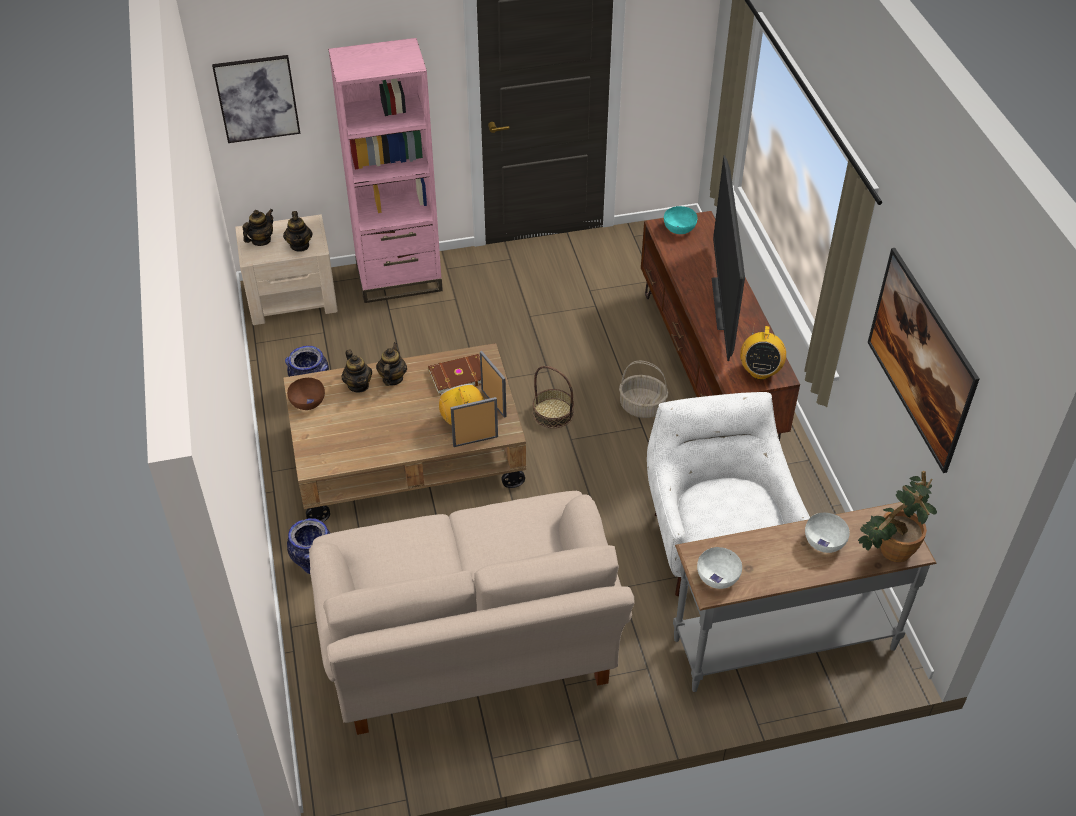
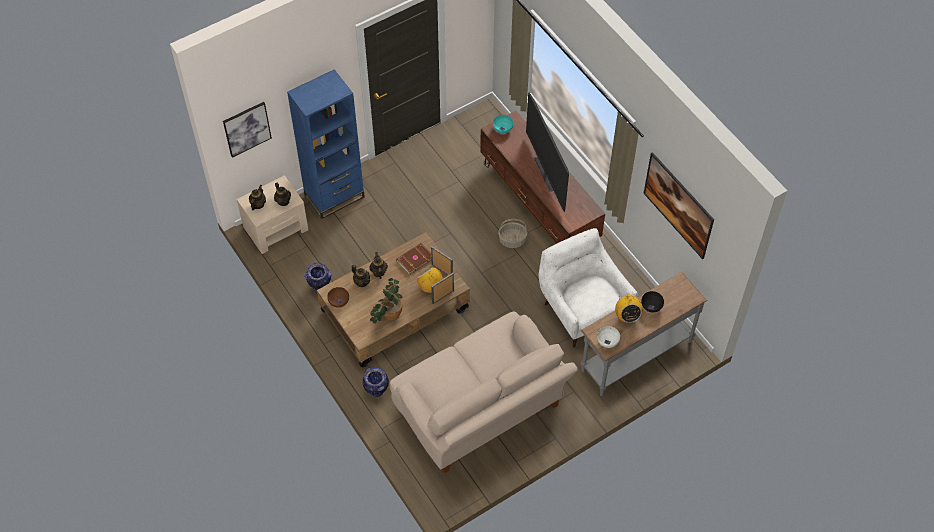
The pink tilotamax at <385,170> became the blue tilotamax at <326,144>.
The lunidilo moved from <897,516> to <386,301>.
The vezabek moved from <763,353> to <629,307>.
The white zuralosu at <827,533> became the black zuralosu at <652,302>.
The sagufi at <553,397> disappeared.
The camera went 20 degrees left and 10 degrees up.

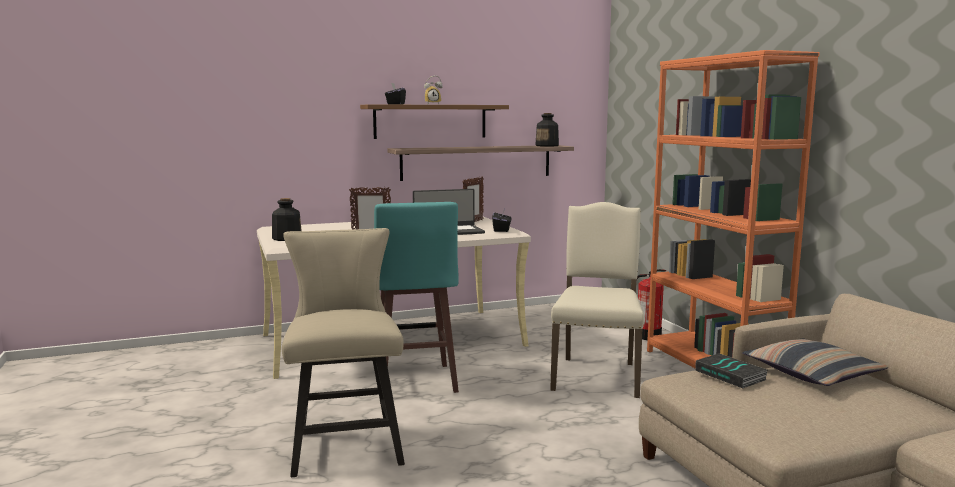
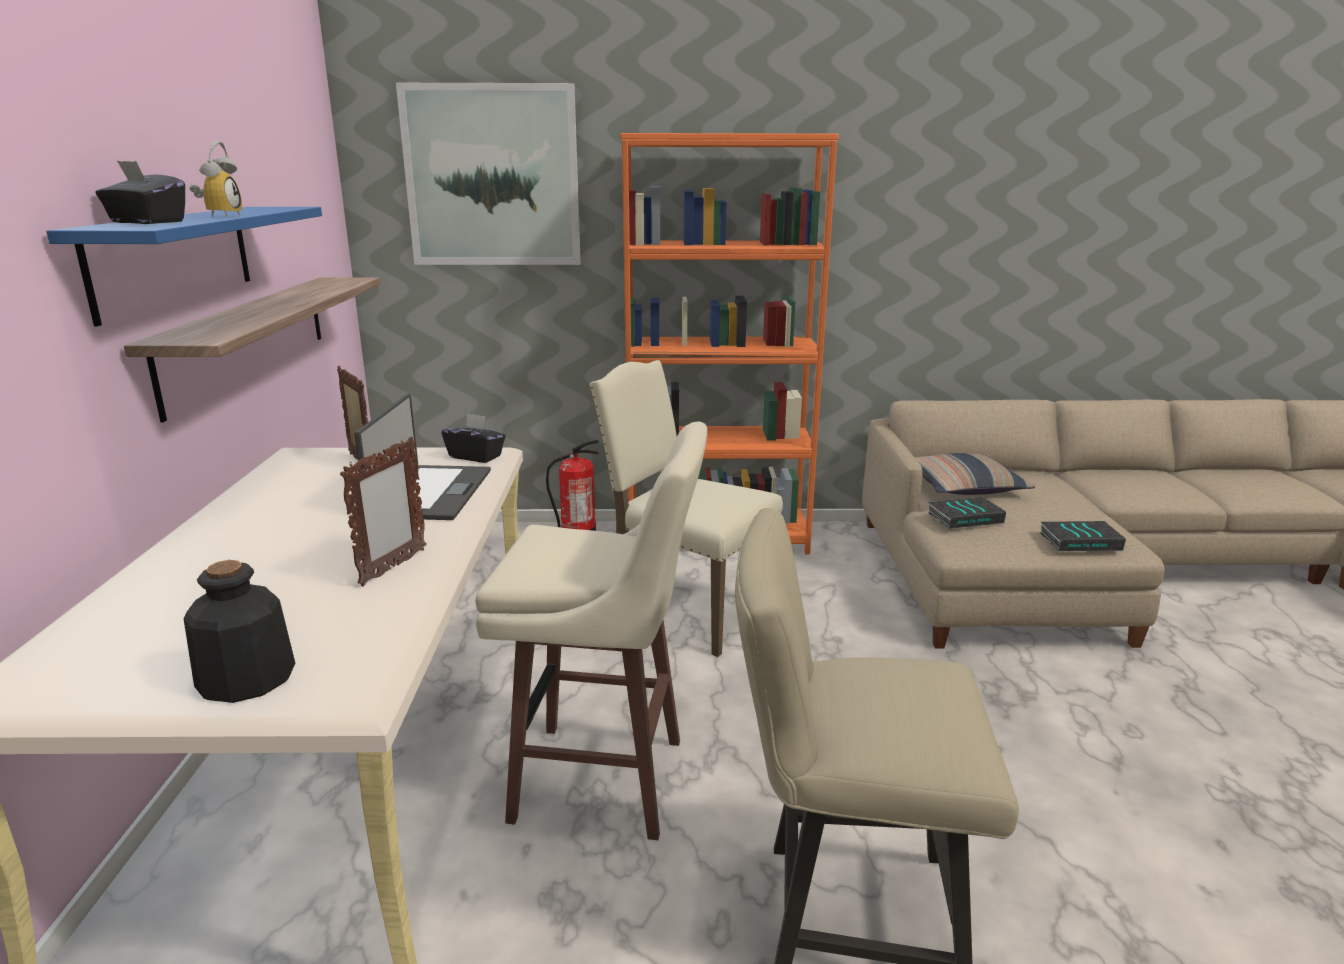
The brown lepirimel at <434,121> became the blue lepirimel at <184,267>.
The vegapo at <488,174> appeared.
The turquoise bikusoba at <416,297> became the beige bikusoba at <591,631>.
The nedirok at <1083,536> appeared.
The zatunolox at <547,130> disappeared.
The camera went 70 degrees left and 10 degrees up.

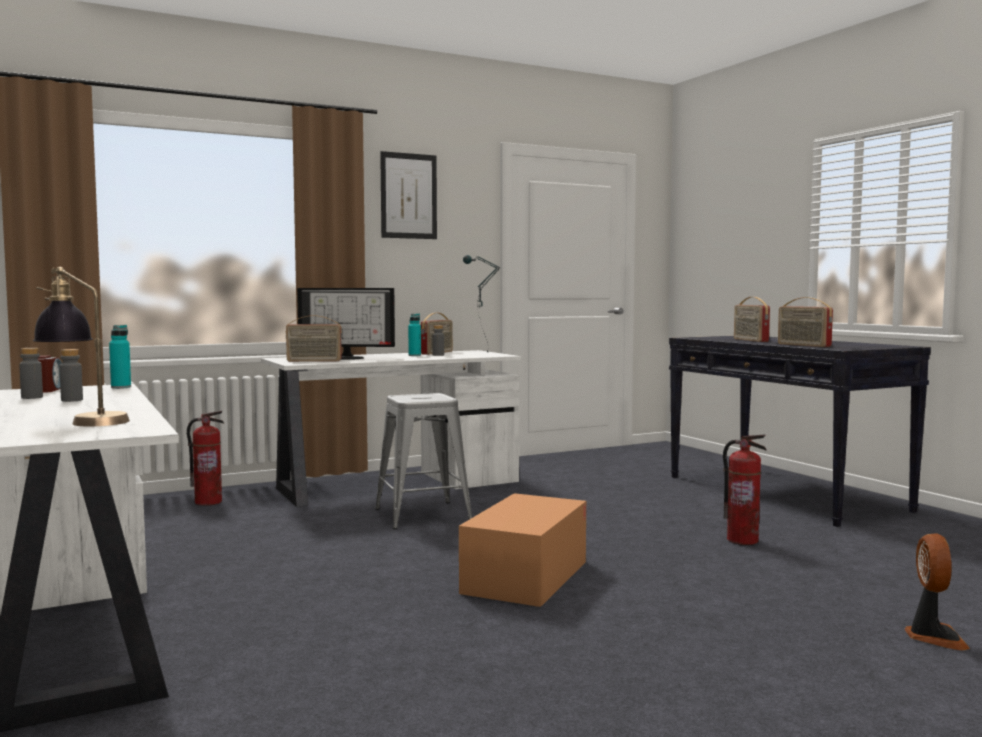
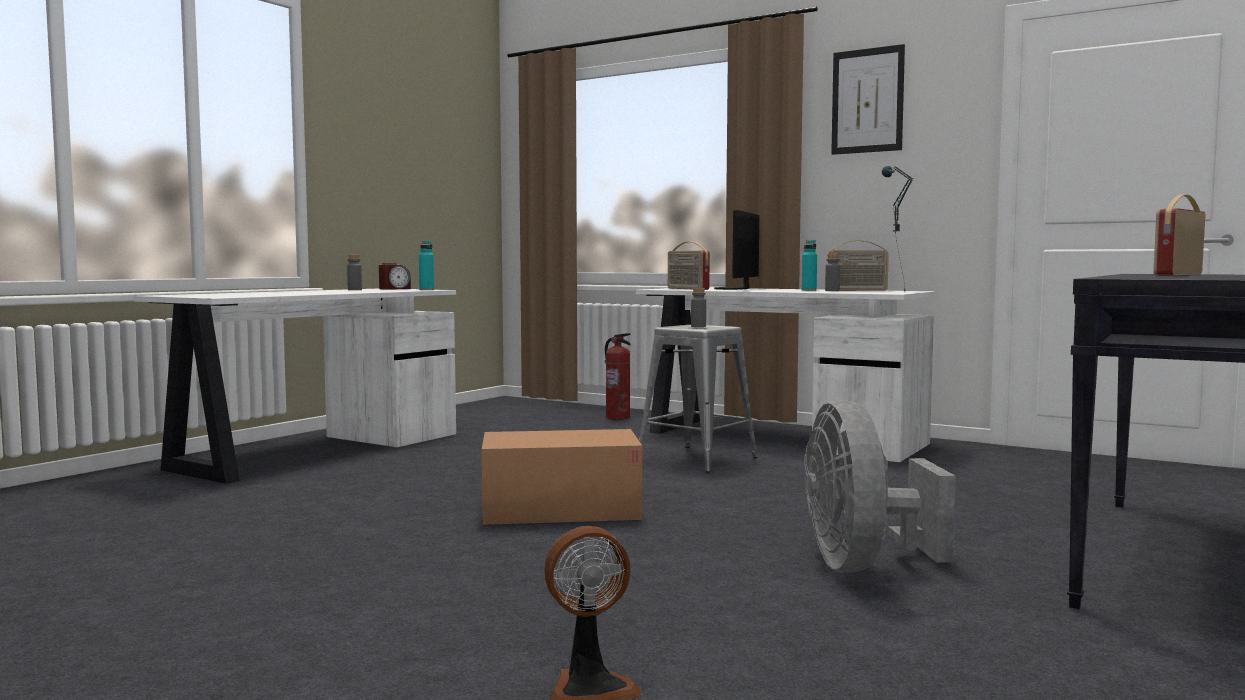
The grey zatunolox moved from <71,375> to <698,307>.
The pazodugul at <346,324> turned 45 degrees clockwise.
The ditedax at <745,489> was replaced by the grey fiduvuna at <880,486>.
The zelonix at <81,346> disappeared.
The vezabek at <805,322> disappeared.
The camera went 60 degrees right and 0 degrees up.

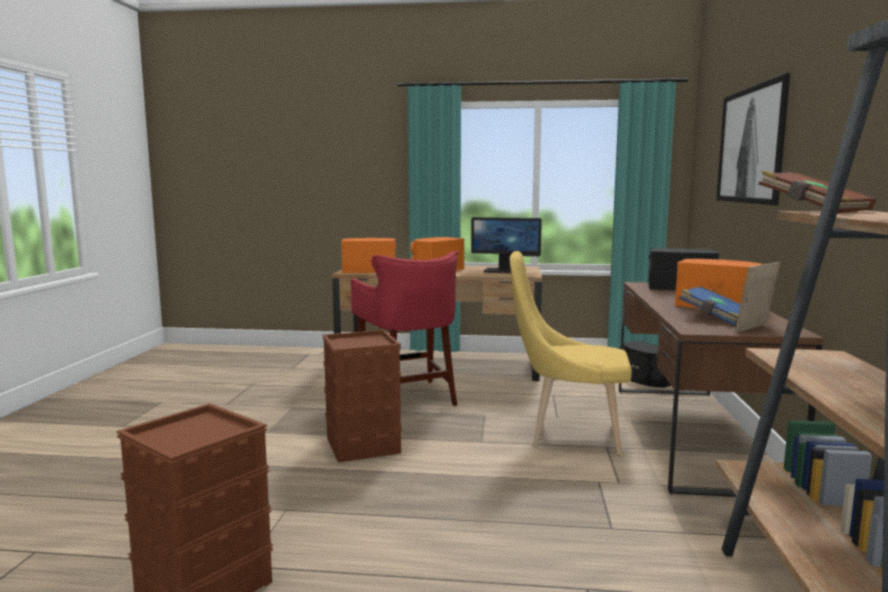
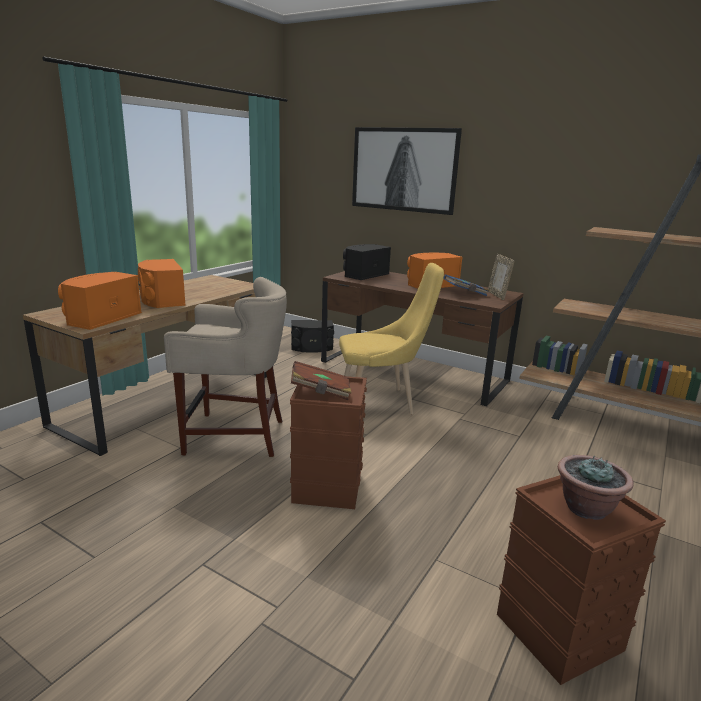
The red bikusoba at <404,328> became the beige bikusoba at <225,367>.
The brown nedirok moved from <817,192> to <321,380>.
The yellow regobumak at <571,353> turned 135 degrees counterclockwise.
The lunidilo at <596,487> appeared.
The pazodugul at <506,245> disappeared.
The camera went 65 degrees left and 10 degrees up.

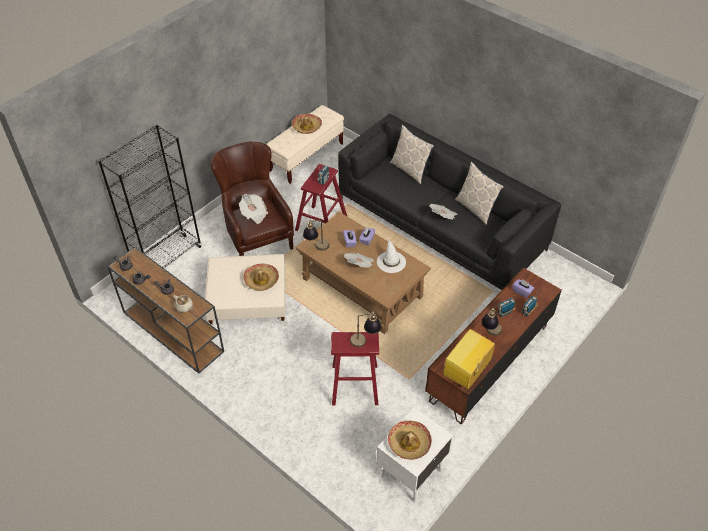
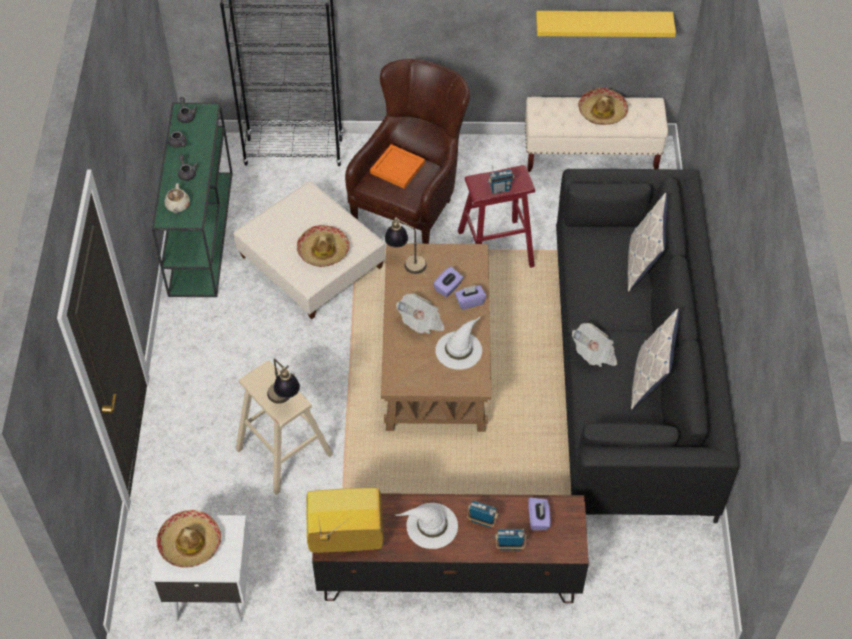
The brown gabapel at <165,310> became the green gabapel at <192,200>.
The red bikusoba at <355,369> became the beige bikusoba at <284,428>.
The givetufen at <253,209> was replaced by the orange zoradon at <397,166>.
The zelonix at <491,320> was replaced by the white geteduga at <426,526>.
The yellow lepirimel at <606,24> appeared.
The camera went 50 degrees right and 5 degrees up.

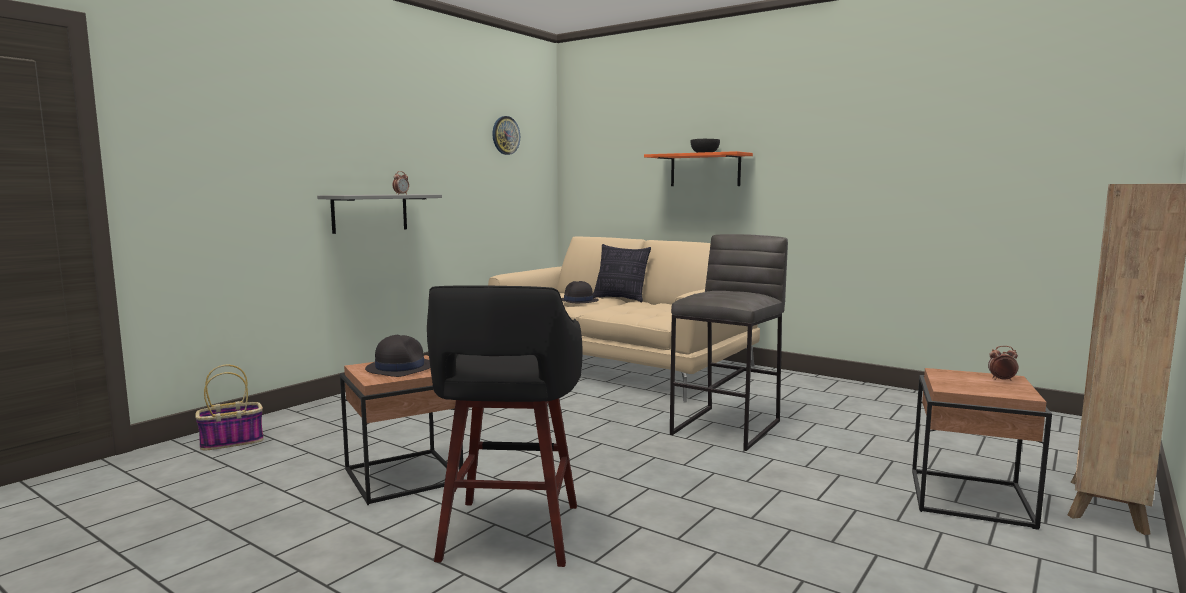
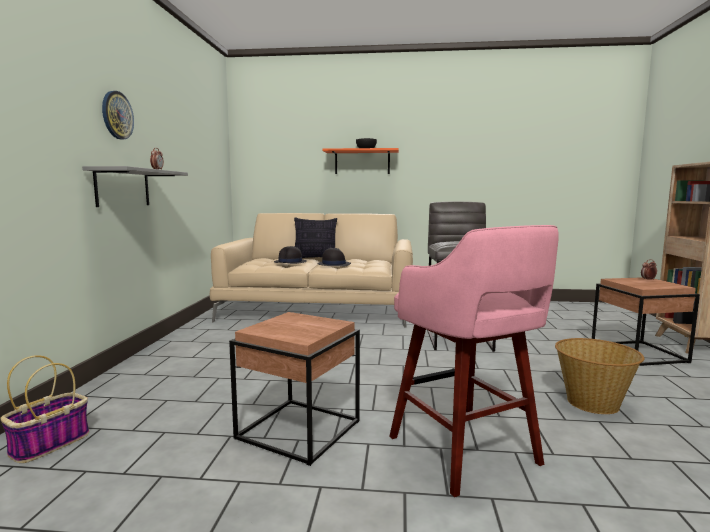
The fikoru moved from <506,135> to <118,115>.
The black geteduga moved from <397,356> to <334,257>.
The black bikusoba at <505,426> became the pink bikusoba at <474,361>.
The sagufi at <599,376> appeared.
The camera went 30 degrees left and 0 degrees up.

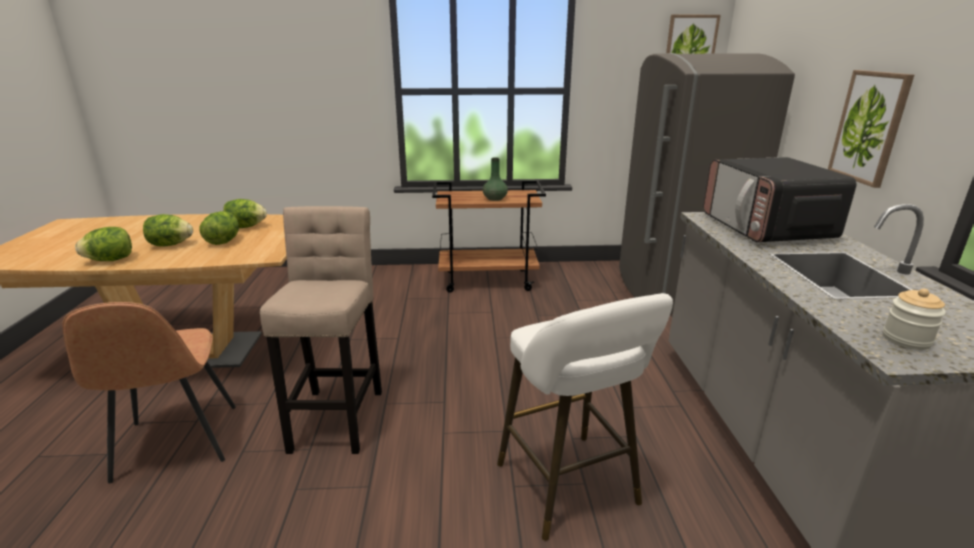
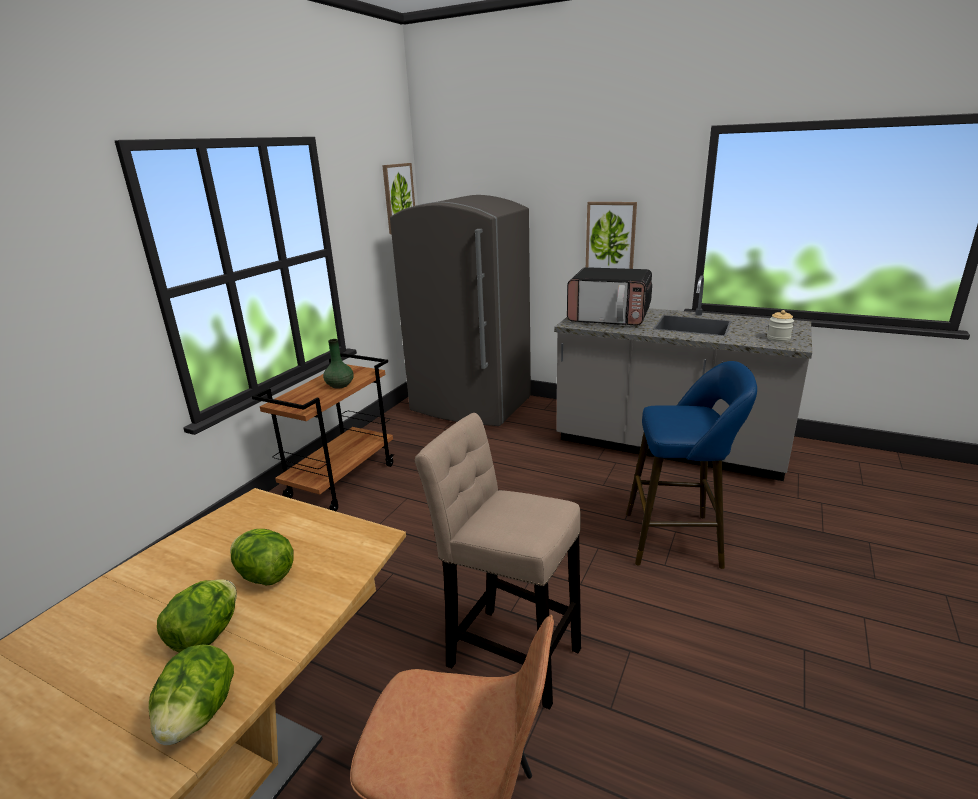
The white bikusoba at <585,417> became the blue bikusoba at <691,465>.
The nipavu at <245,213> disappeared.
The camera went 60 degrees left and 0 degrees up.

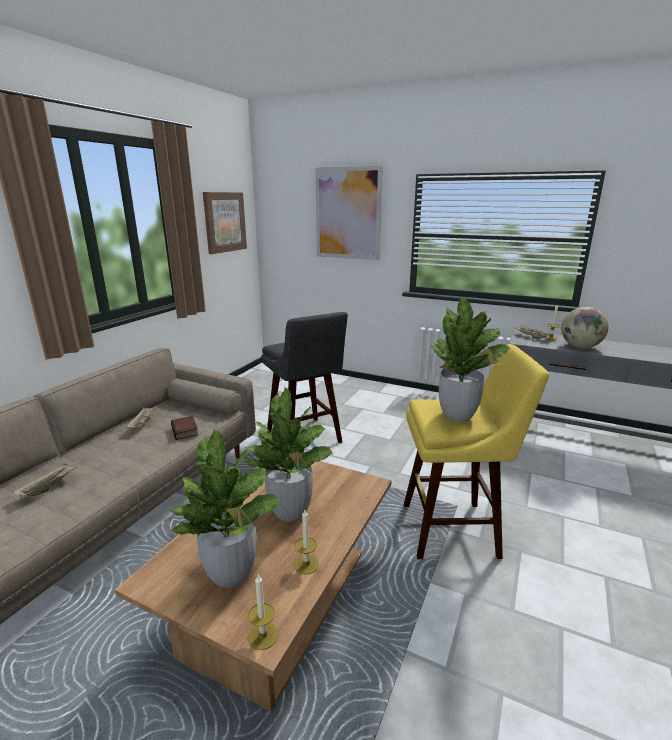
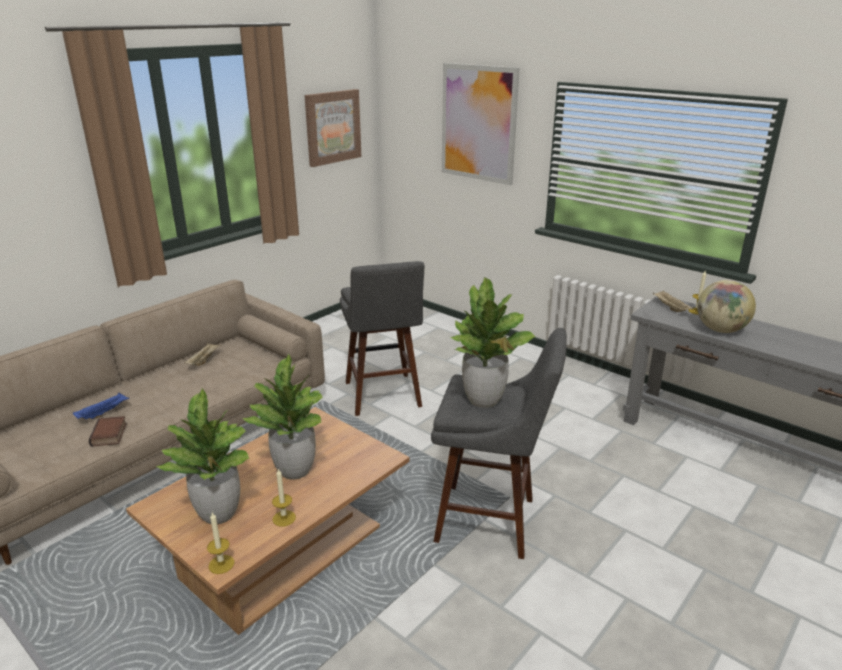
The beige zoradon at <46,480> became the blue zoradon at <101,406>.
The nedirok moved from <184,428> to <108,431>.
The yellow bikusoba at <476,451> became the grey bikusoba at <499,443>.
The camera went 15 degrees right and 5 degrees up.

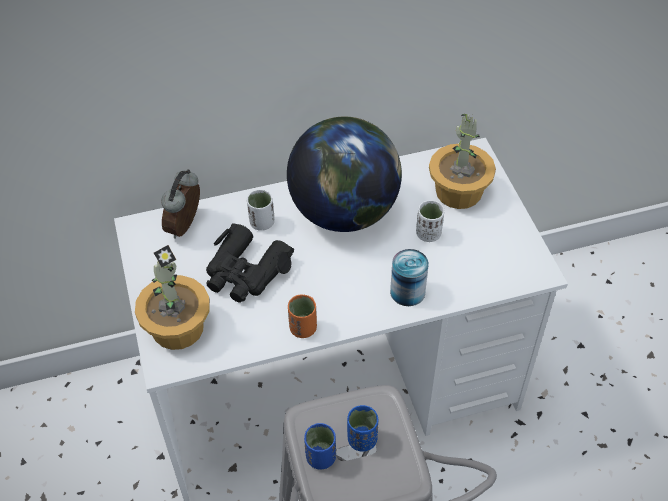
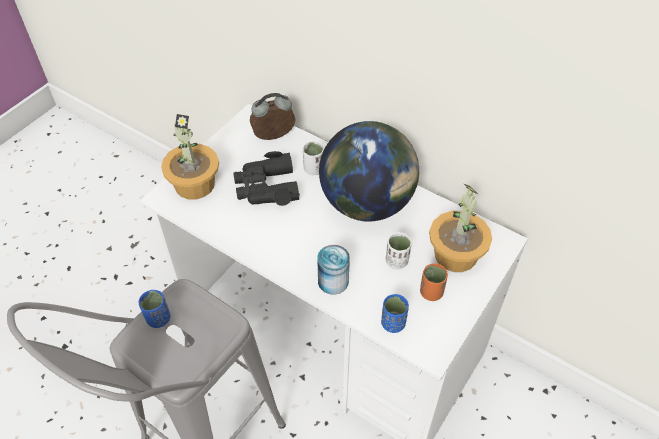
The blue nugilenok moved from <362,428> to <395,313>.
The orange nugilenok moved from <302,316> to <434,282>.
The camera went 50 degrees right and 0 degrees up.

